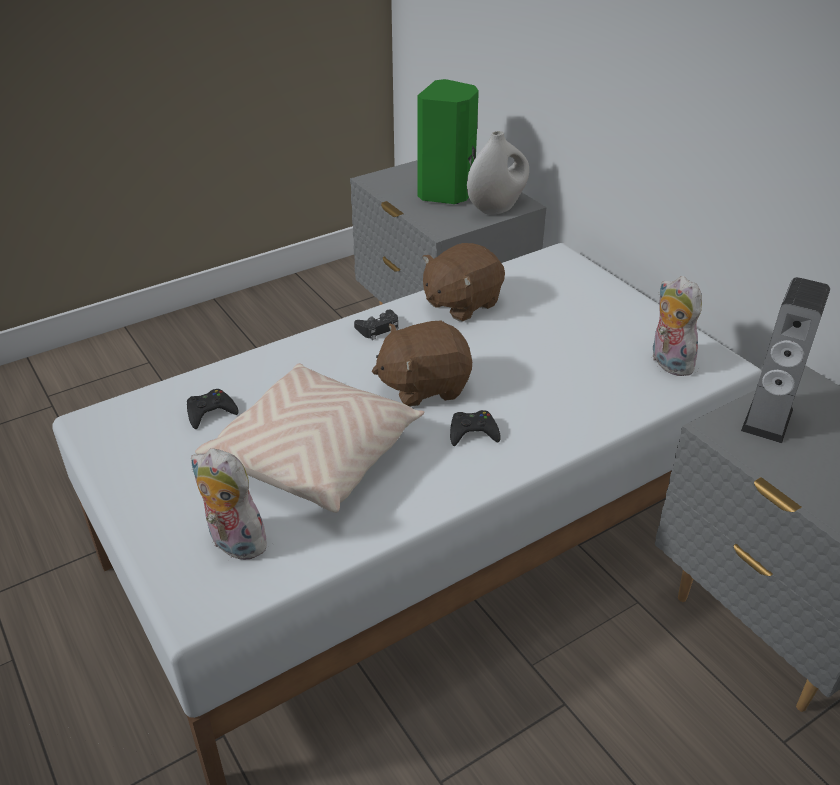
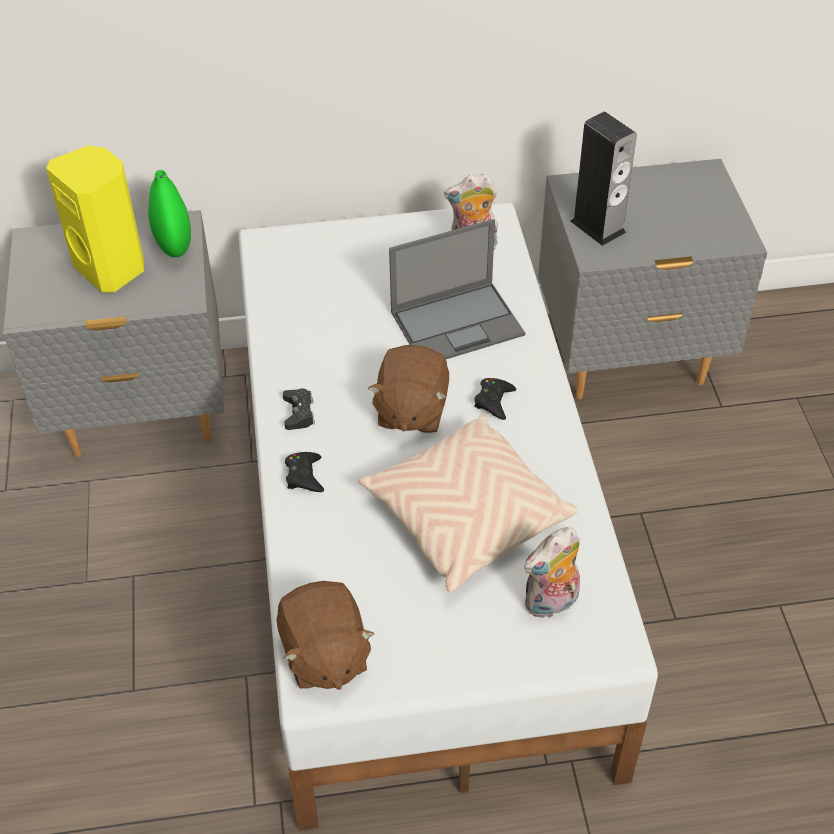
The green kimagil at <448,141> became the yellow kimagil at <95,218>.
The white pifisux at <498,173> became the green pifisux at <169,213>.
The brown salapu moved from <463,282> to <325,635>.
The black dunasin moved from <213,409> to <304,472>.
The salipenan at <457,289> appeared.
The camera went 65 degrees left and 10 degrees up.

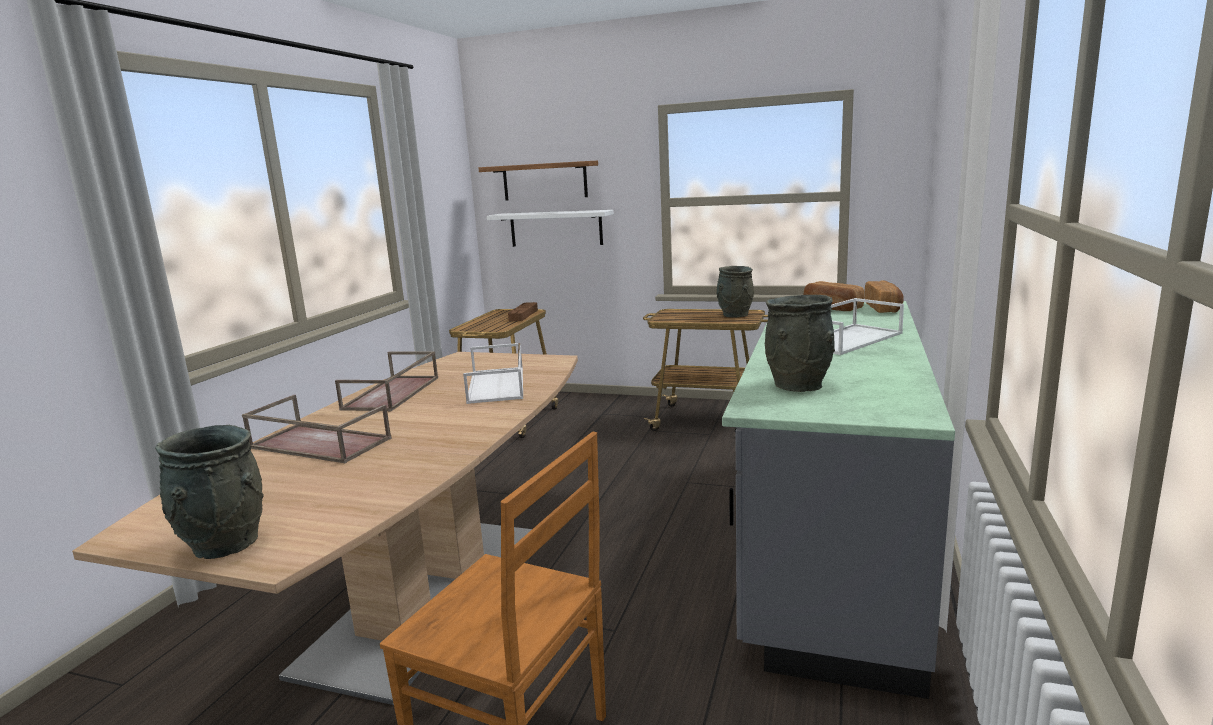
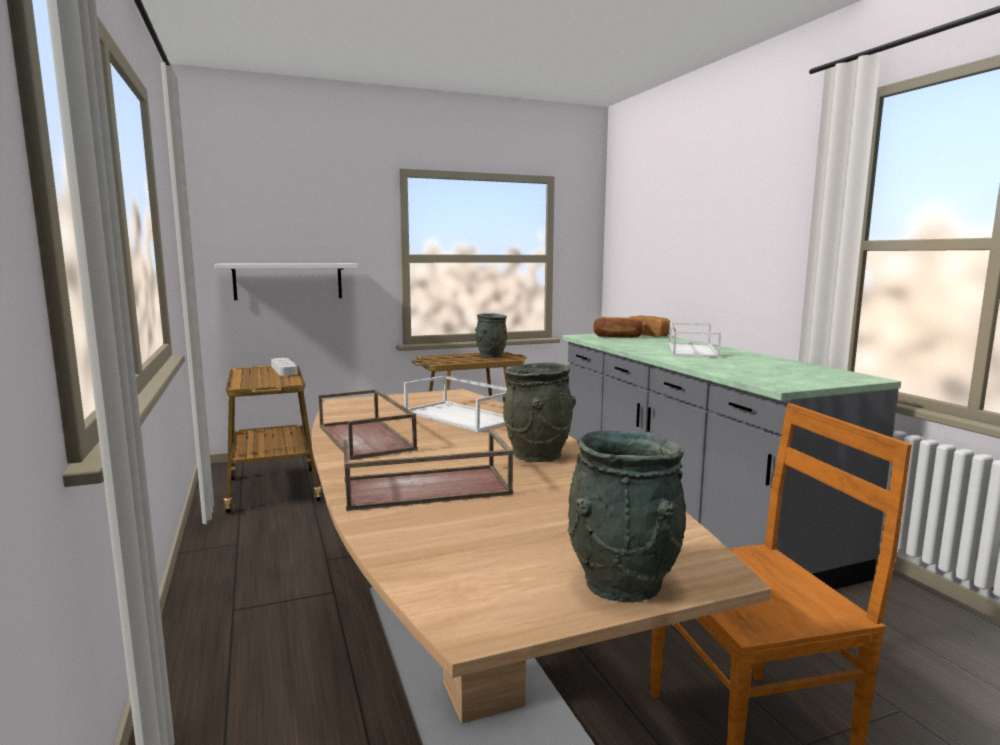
The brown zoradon at <523,311> became the grey zoradon at <284,367>.
The grey pifisux moved from <800,343> to <539,412>.
The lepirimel at <538,180> disappeared.
The camera went 40 degrees left and 5 degrees down.

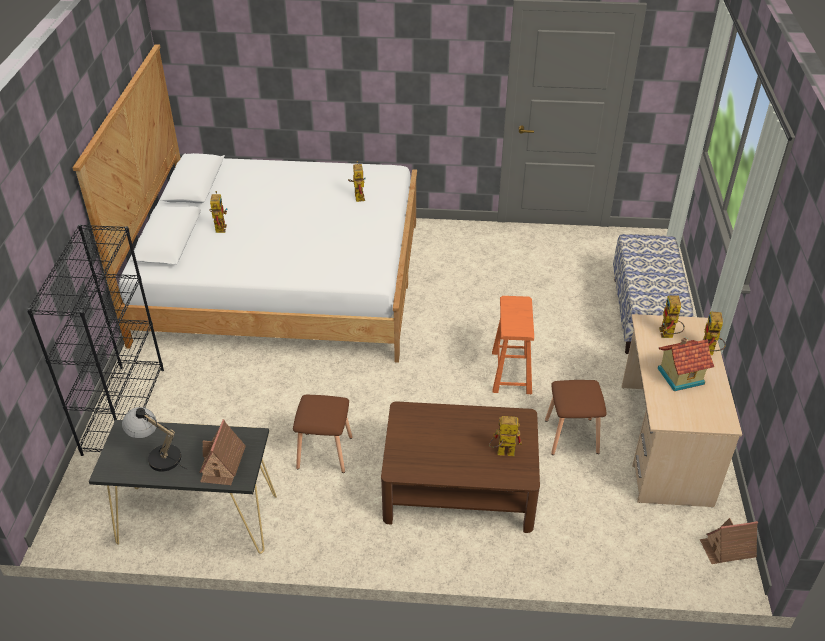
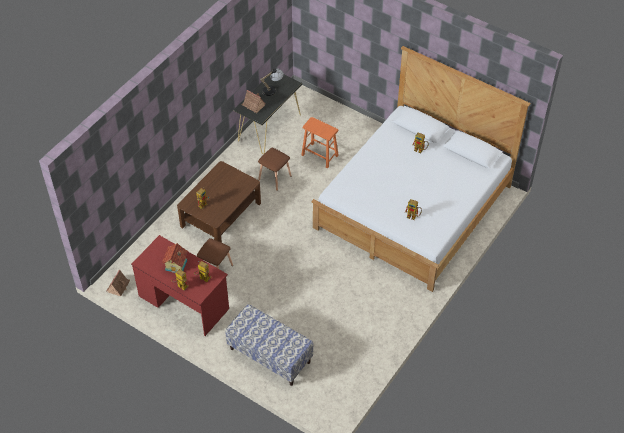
The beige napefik at <682,410> became the red napefik at <180,285>.
The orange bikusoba moved from <513,345> to <320,142>.
The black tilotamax at <95,340> disappeared.
The camera went 120 degrees right and 10 degrees up.

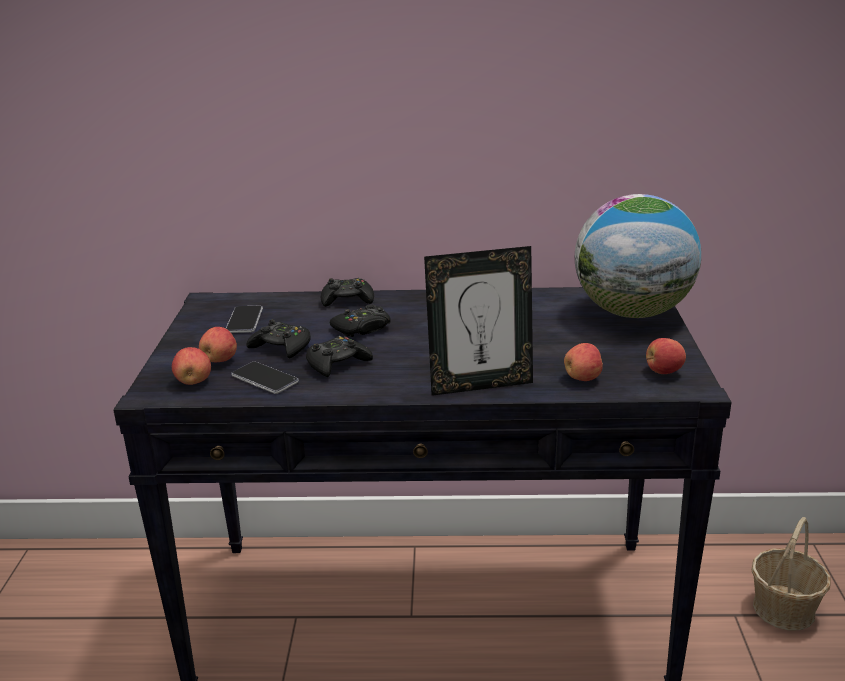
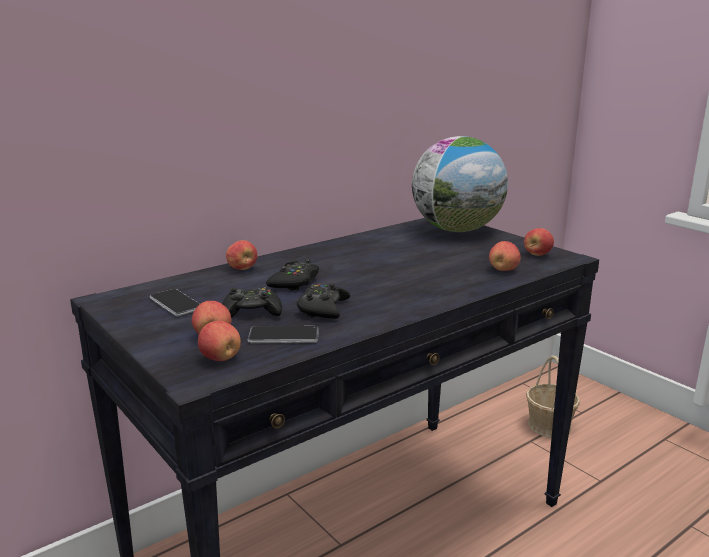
The black dunasin at <347,292> was replaced by the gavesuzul at <241,255>.
The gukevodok at <478,321> disappeared.
The camera went 40 degrees left and 5 degrees down.

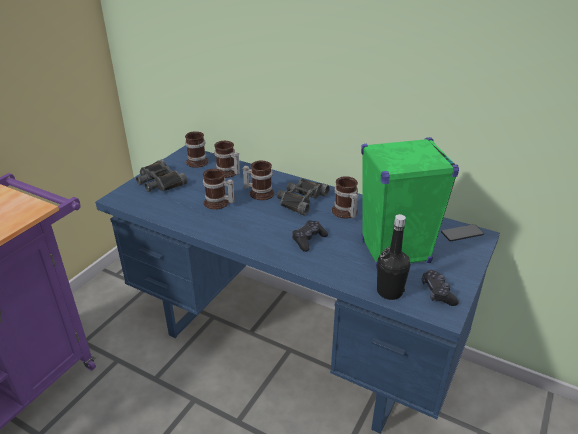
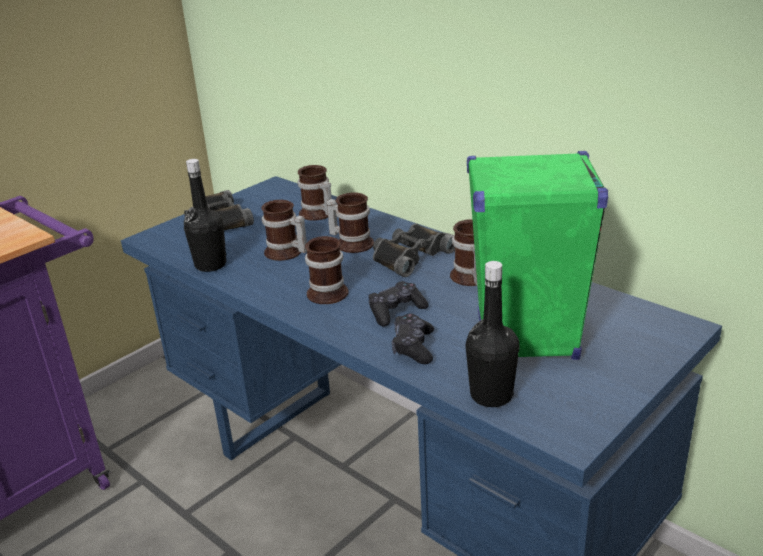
The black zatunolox at <205,215> appeared.
The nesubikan moved from <197,149> to <326,270>.
The black dunasin moved from <440,288> to <413,338>.
The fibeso at <462,232> disappeared.
The camera went 15 degrees right and 5 degrees down.

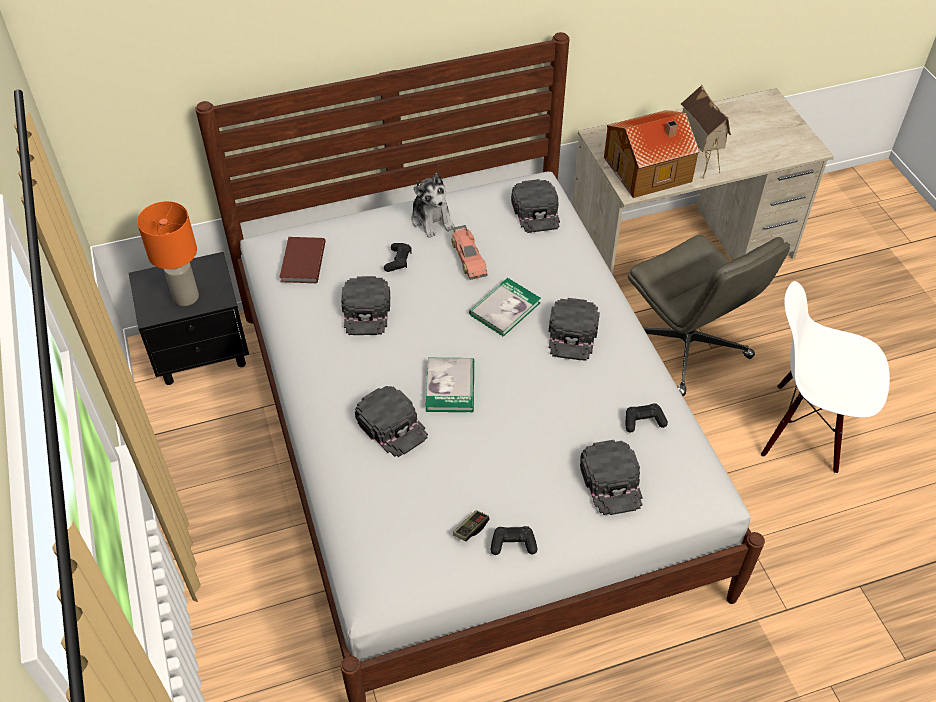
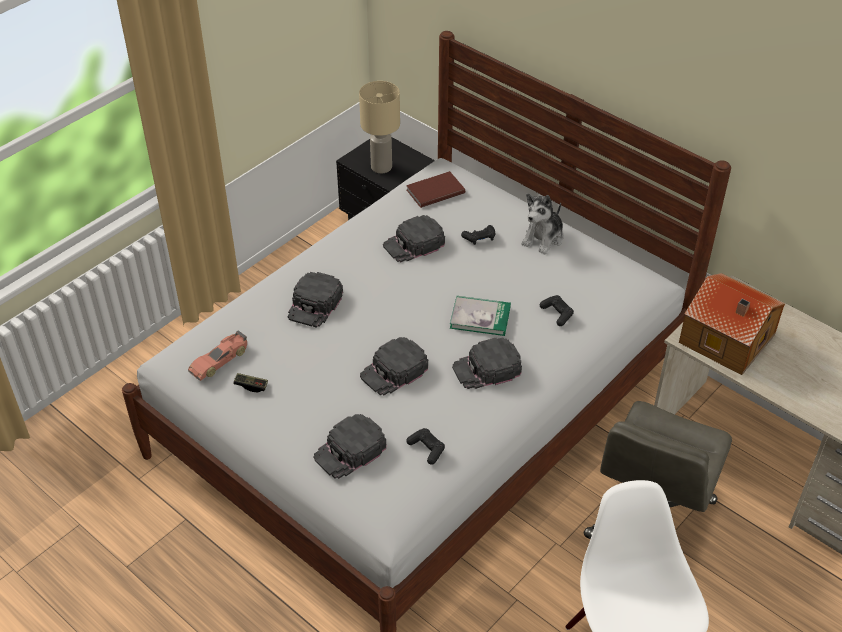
The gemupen moved from <469,252> to <217,355>.
The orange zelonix at <168,253> became the beige zelonix at <379,127>.
The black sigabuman moved from <535,206> to <394,366>.
The black dunasin moved from <513,540> to <557,310>.
The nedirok at <449,385> disappeared.
The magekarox at <706,131> disappeared.
The camera went 60 degrees right and 5 degrees down.

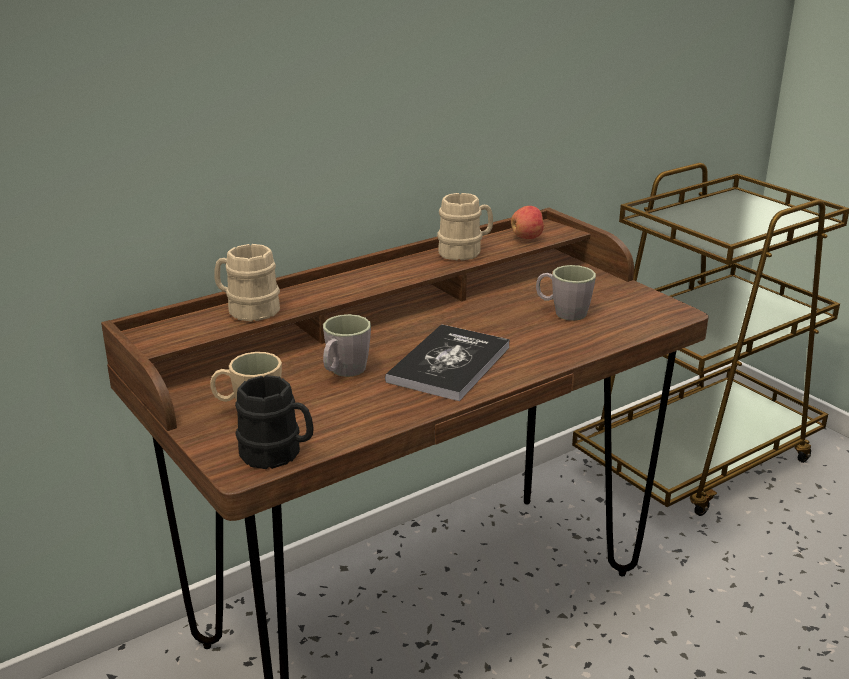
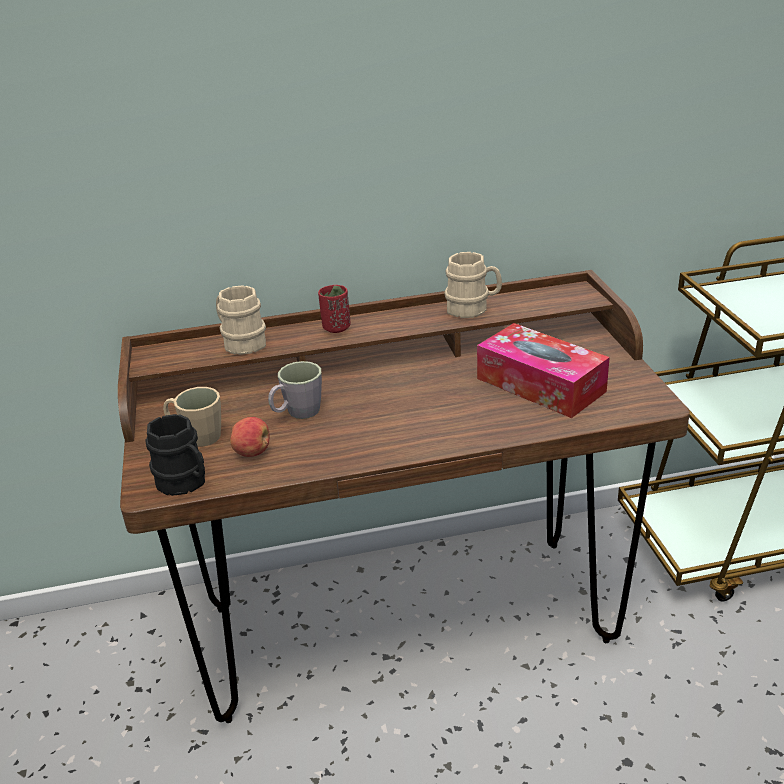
The gavesuzul moved from <528,222> to <249,437>.
The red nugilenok at <334,309> appeared.
The grey nesubikan at <566,293> was replaced by the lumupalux at <543,370>.
The nedirok at <447,362> disappeared.
The camera went 25 degrees right and 5 degrees up.

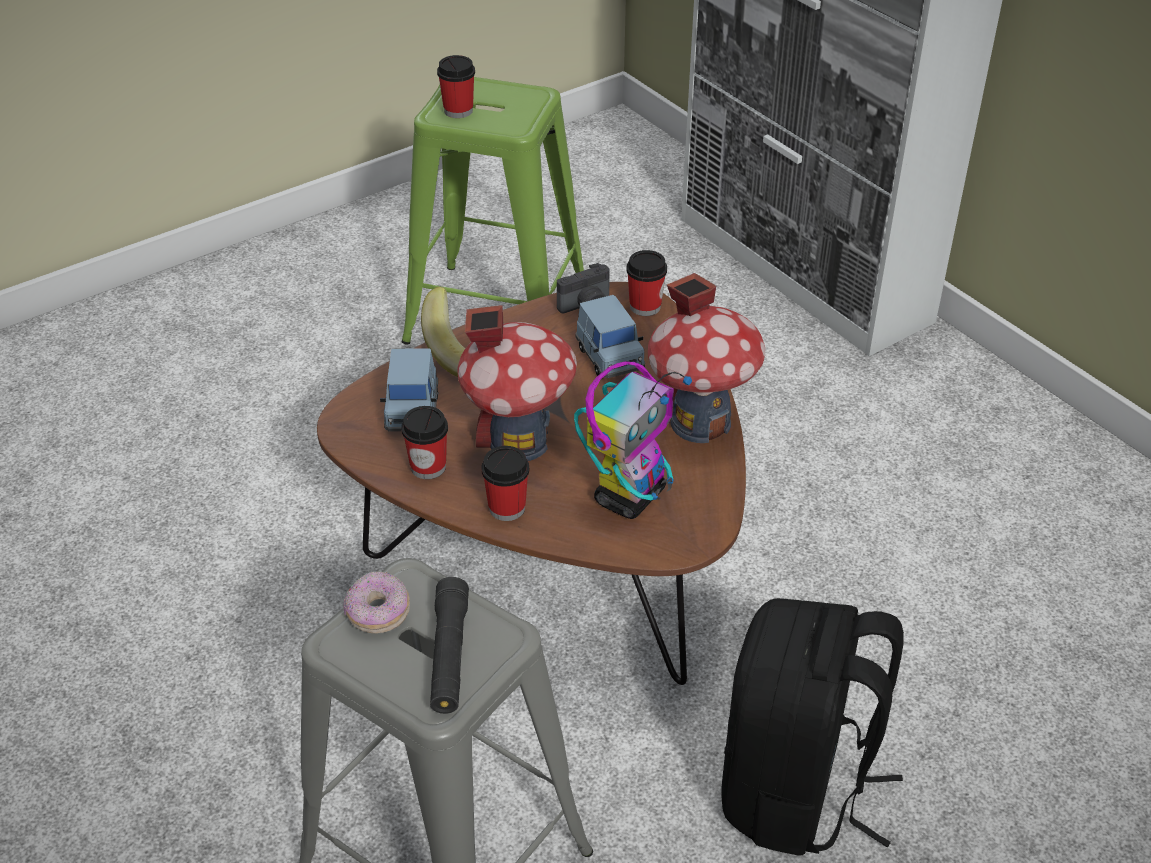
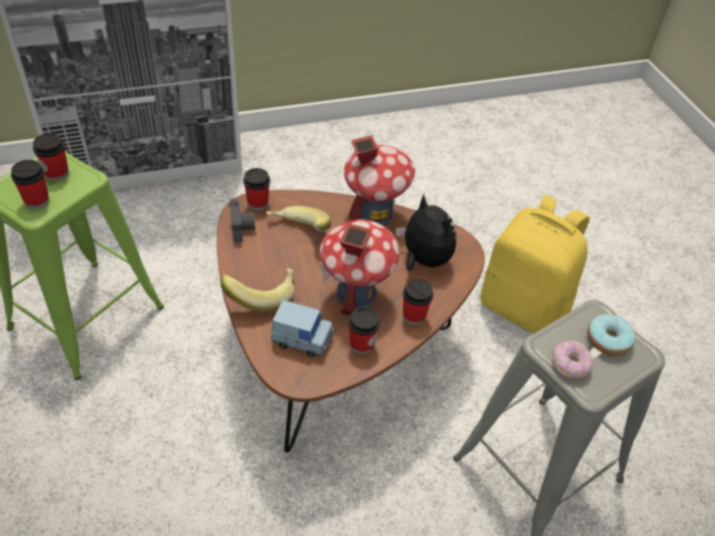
The nugilenok at <51,157> appeared.
The blue gemupen at <610,336> was replaced by the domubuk at <298,219>.
The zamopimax at <633,440> was replaced by the salapu at <426,232>.
The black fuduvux at <812,727> became the yellow fuduvux at <535,264>.
The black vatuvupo at <449,645> was replaced by the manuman at <611,335>.
The camera went 75 degrees left and 5 degrees up.

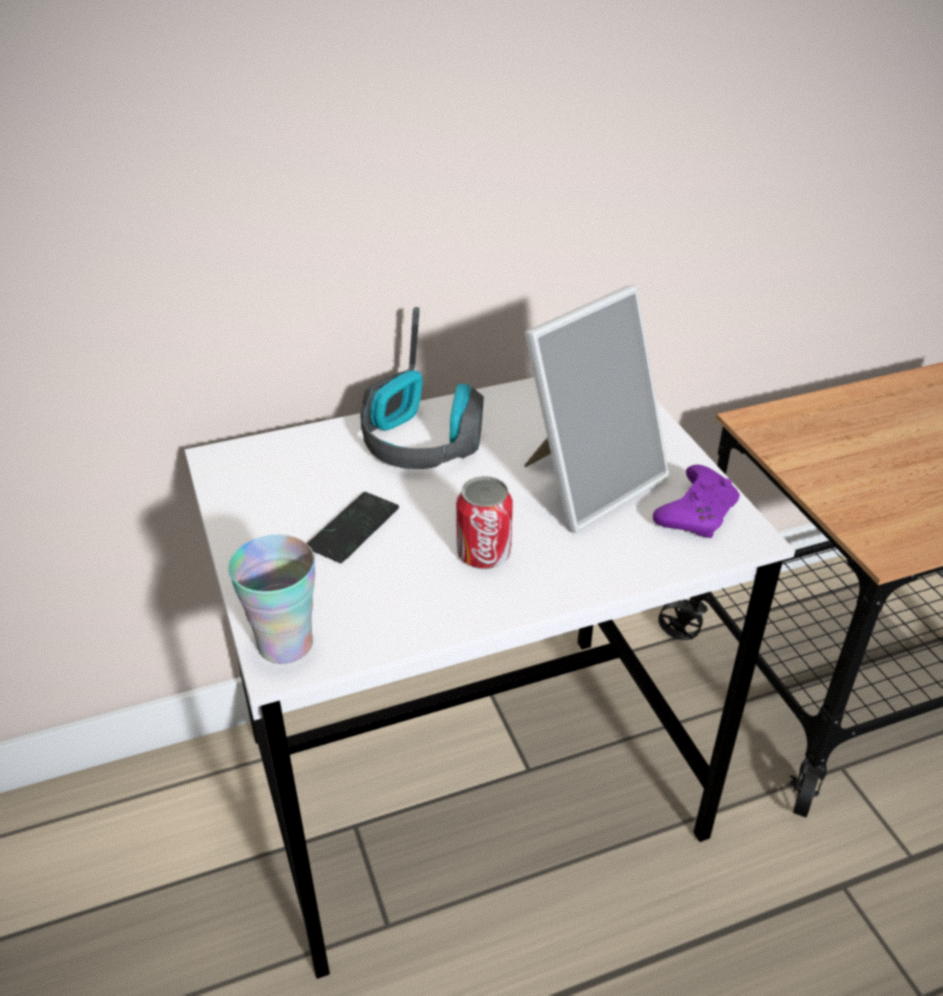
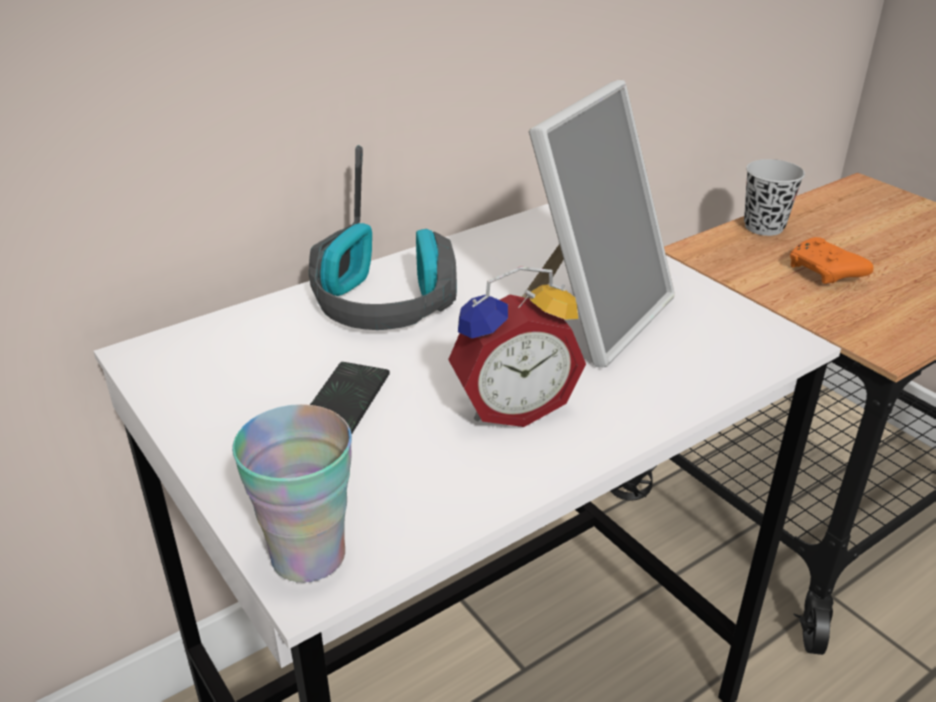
The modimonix at <484,522> was replaced by the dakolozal at <517,346>.
The black nugilenok at <774,197> appeared.
The orange dunasin at <832,260> appeared.
The purple dunasin at <696,501> disappeared.
The camera went 15 degrees left and 5 degrees down.

